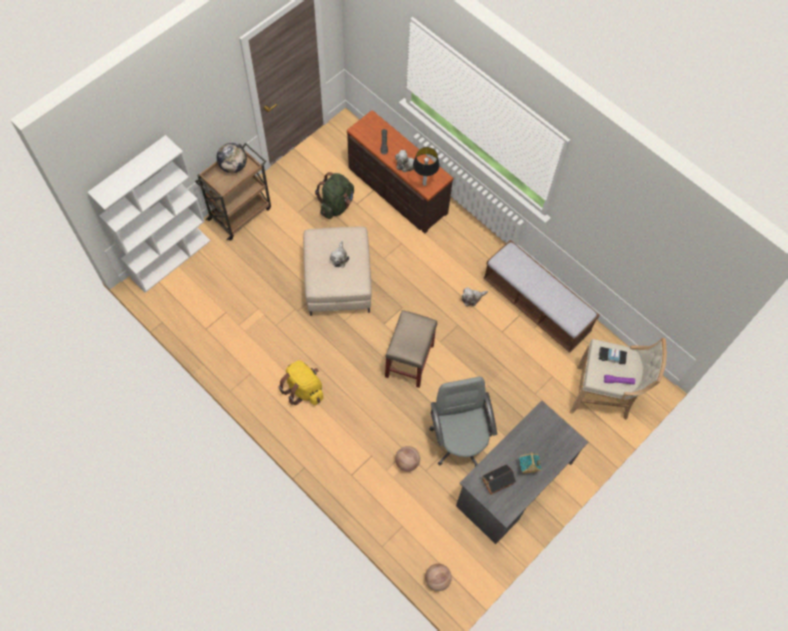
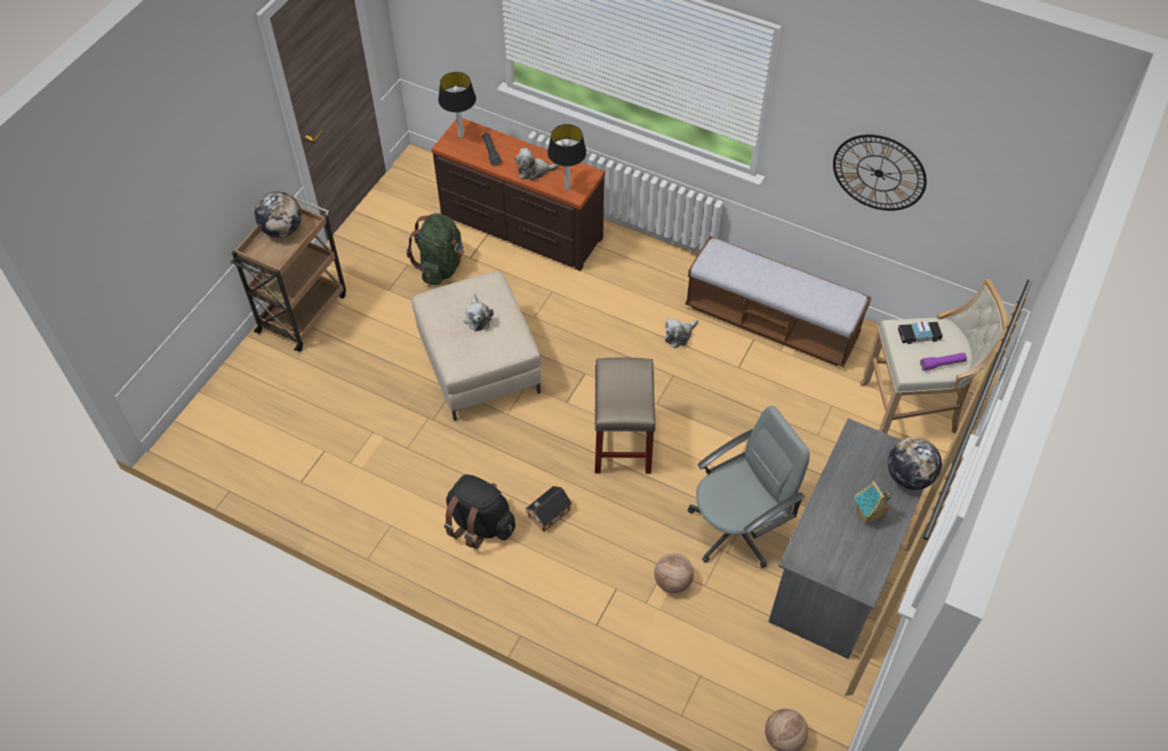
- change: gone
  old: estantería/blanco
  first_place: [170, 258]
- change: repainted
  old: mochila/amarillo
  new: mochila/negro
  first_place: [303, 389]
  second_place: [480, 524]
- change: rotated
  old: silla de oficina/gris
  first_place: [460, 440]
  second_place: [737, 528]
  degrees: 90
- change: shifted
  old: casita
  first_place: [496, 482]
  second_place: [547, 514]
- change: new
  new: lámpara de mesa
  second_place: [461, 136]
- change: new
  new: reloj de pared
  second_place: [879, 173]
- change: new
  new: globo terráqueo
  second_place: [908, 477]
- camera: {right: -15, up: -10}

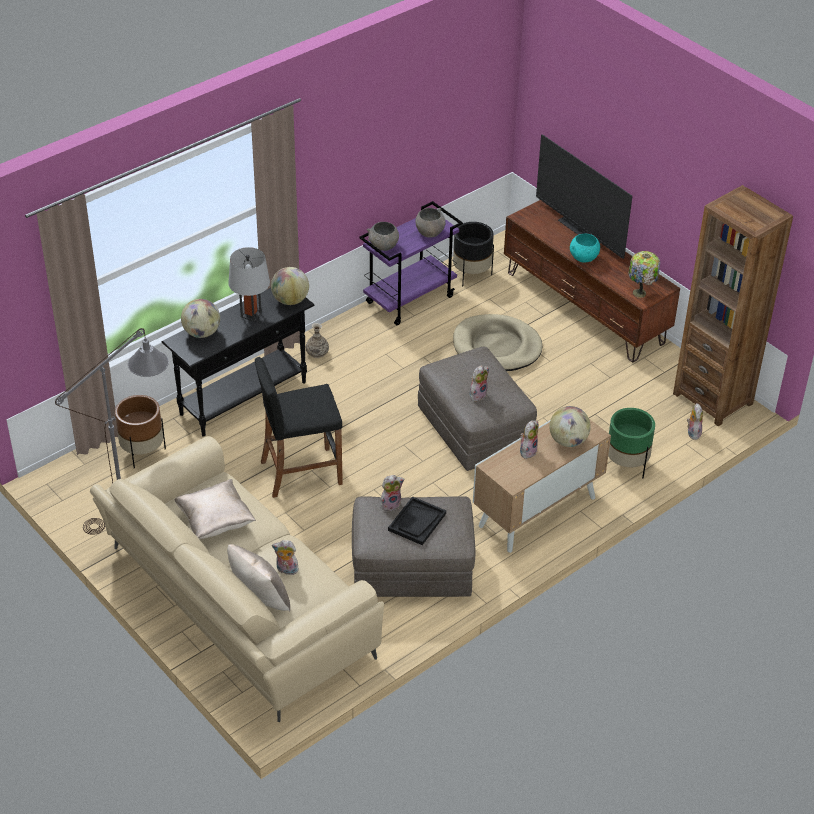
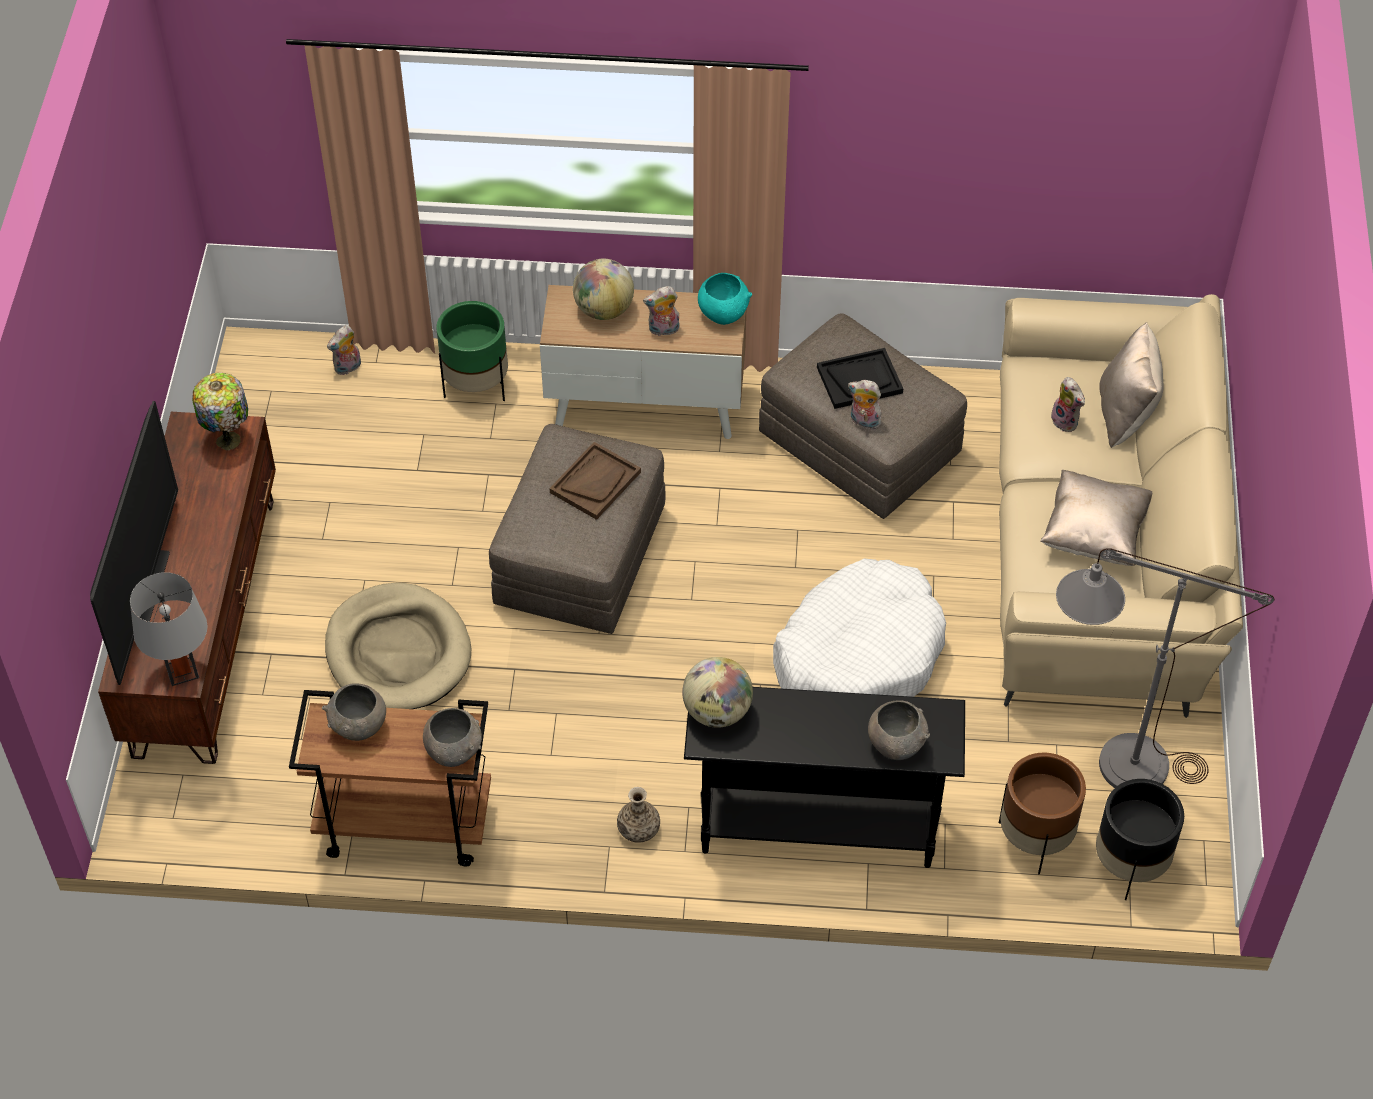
- change: swapped
  old: globo terráqueo
  new: cuenco/gris
  first_place: [202, 333]
  second_place: [896, 744]
- change: shifted
  old: lámpara de mesa/gris
  first_place: [251, 314]
  second_place: [182, 671]
- change: swapped
  old: taburete/negro
  new: cama para perro/blanco
  first_place: [300, 472]
  second_place: [858, 654]
- change: repainted
  old: carrito/morado
  new: carrito/marrón
  first_place: [410, 299]
  second_place: [403, 825]
- change: shifted
  old: maceta/negro
  first_place: [471, 275]
  second_place: [1129, 865]
- change: swapped
  old: peluche
  new: bandeja/marrón
  first_place: [477, 394]
  second_place: [595, 482]
- change: shifted
  old: cuenco/turquesa
  first_place: [584, 258]
  second_place: [723, 314]
- change: gone
  old: estantería/marrón
  first_place: [713, 399]
- camera: {right: -135, up: 10}

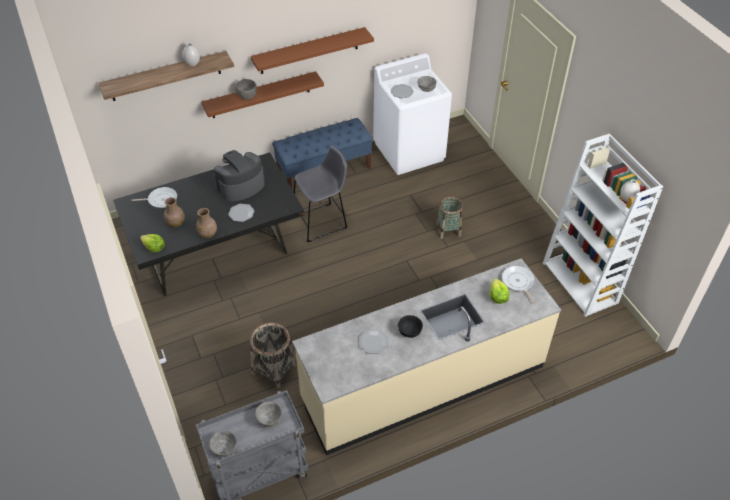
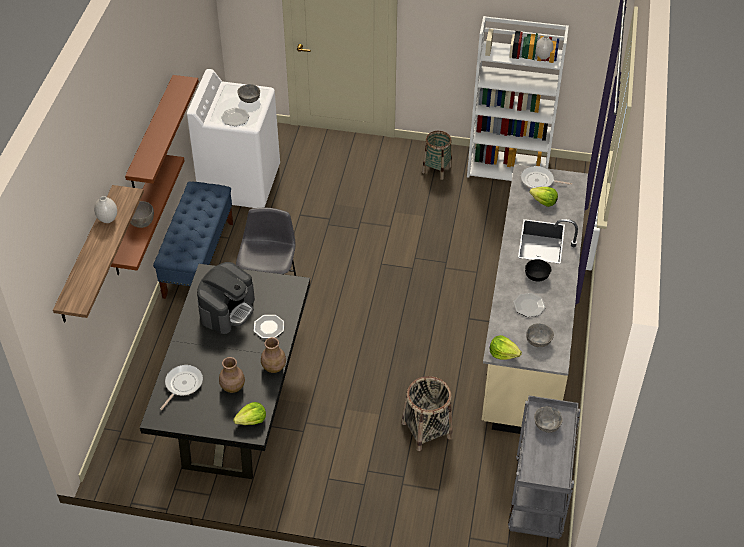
- change: shifted
  old: cuenco/gris
  first_place: [224, 448]
  second_place: [538, 341]
- change: rotated
  old: cafetera
  first_place: [240, 186]
  second_place: [227, 309]
  degrees: -150
- change: shifted
  old: cesta
  first_place: [448, 230]
  second_place: [436, 169]
- change: new
  new: lechuga
  second_place: [503, 353]
- camera: {right: -55, up: 0}

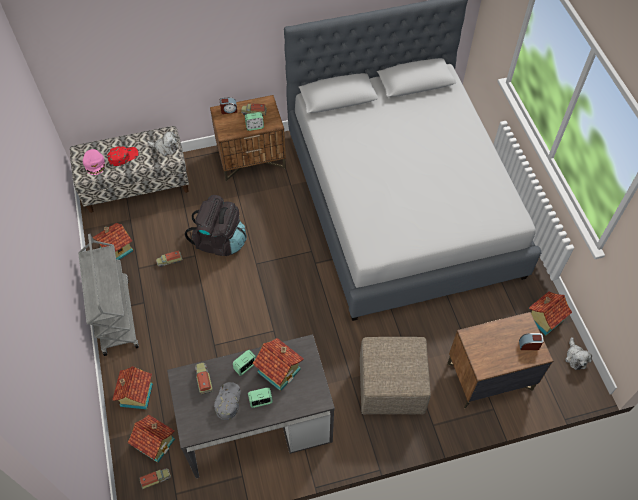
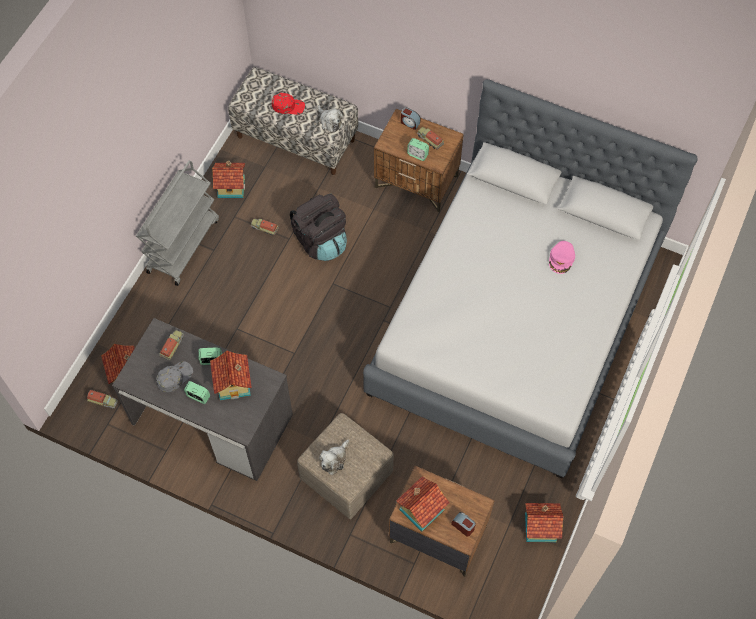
- change: shifted
  old: gorra/rosa
  first_place: [94, 164]
  second_place: [561, 259]
- change: shifted
  old: casita
  first_place: [135, 395]
  second_place: [420, 509]
- change: shifted
  old: peluche
  first_place: [575, 357]
  second_place: [334, 459]
- camera: {right: 40, up: 5}

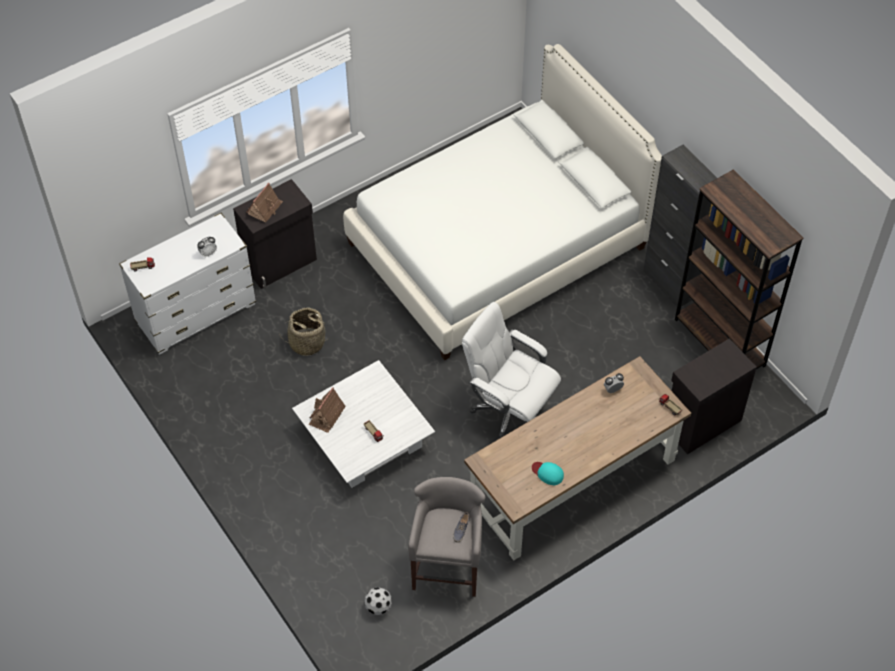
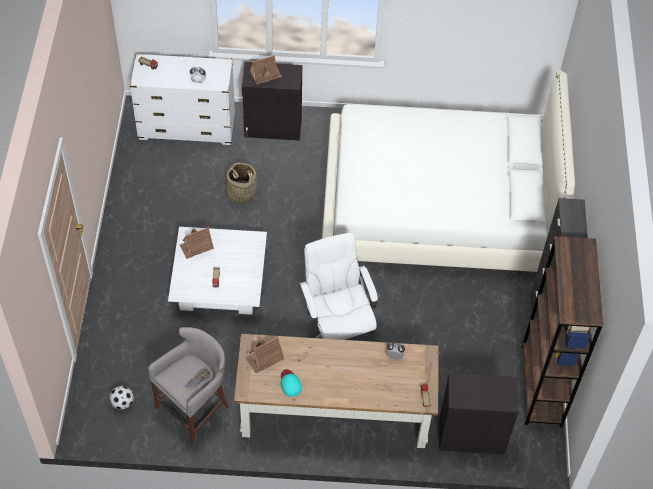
- change: new
  new: casita
  second_place: [264, 358]
- camera: {right: 35, up: 0}

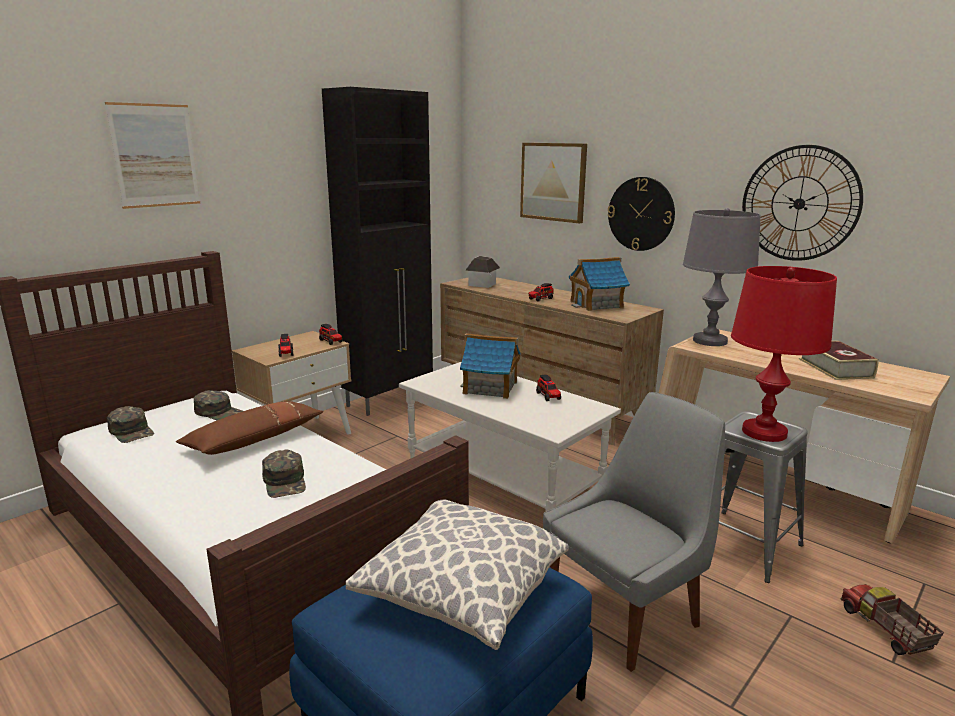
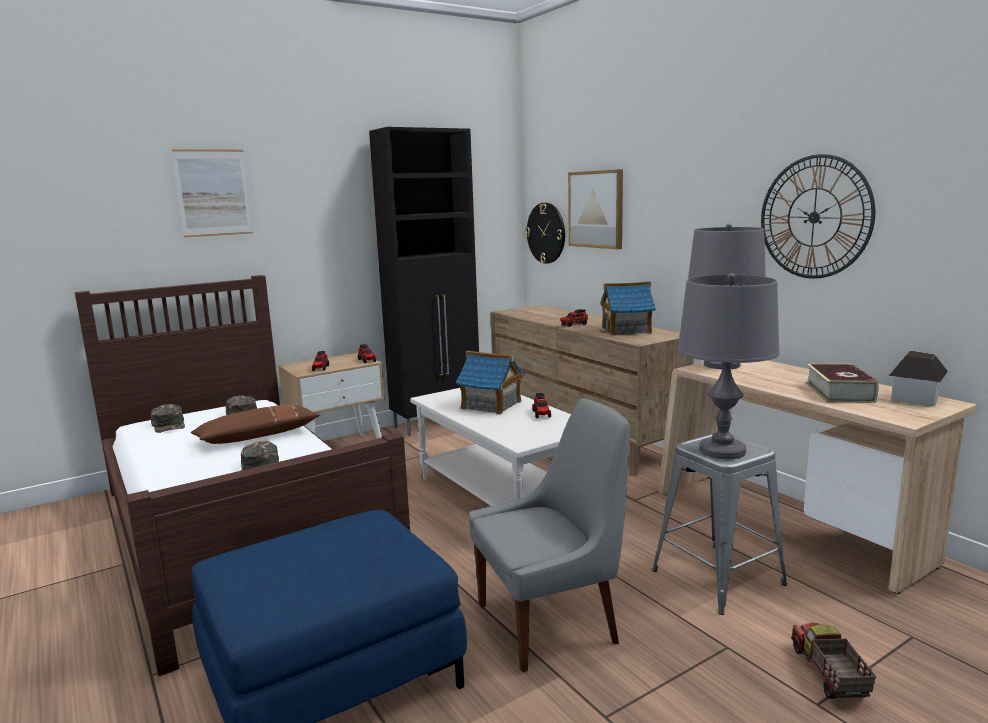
- change: gone
  old: cojín
  first_place: [462, 594]
- change: shifted
  old: casita
  first_place: [482, 284]
  second_place: [915, 399]
- change: shifted
  old: reloj de pared
  first_place: [641, 214]
  second_place: [546, 233]
- change: repainted
  old: lámpara de mesa/rojo
  new: lámpara de mesa/gris
  first_place: [764, 432]
  second_place: [722, 451]
- camera: {right: 15, up: -5}

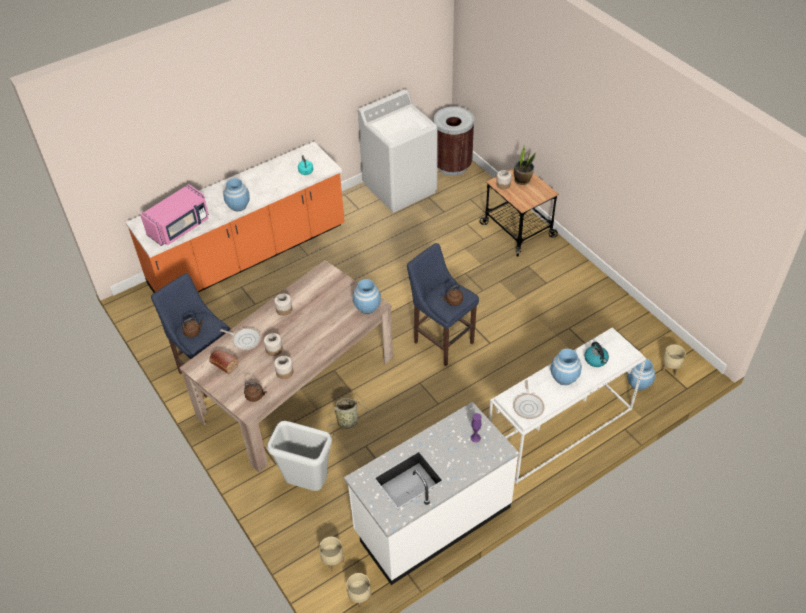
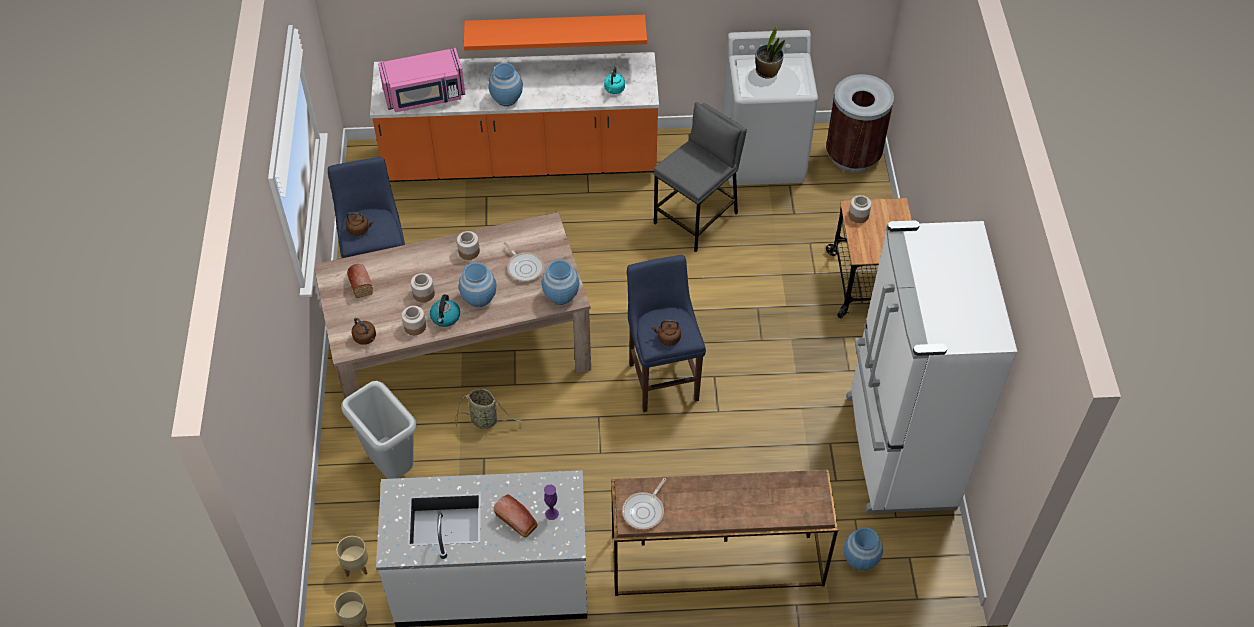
- change: shifted
  old: sartén
  first_place: [245, 340]
  second_place: [524, 267]
- change: repainted
  old: mesa consola/blanco
  new: mesa consola/marrón
  first_place: [560, 430]
  second_place: [715, 562]
- change: shifted
  old: planta en maceta
  first_place: [522, 180]
  second_place: [767, 71]
- change: shifted
  old: florero/azul
  first_place: [564, 377]
  second_place: [479, 297]
- change: shifted
  old: hervidor
  first_place: [596, 360]
  second_place: [445, 317]
- change: gone
  old: maceta/beis
  first_place: [670, 368]
- change: new
  new: estante/naranja
  second_place: [555, 29]
- change: new
  new: pan
  second_place: [517, 521]
- change: new
  new: taburete/gris
  second_place: [697, 218]
- change: new
  new: nevera/blanco
  second_place: [897, 452]
- camera: {right: 30, up: 5}

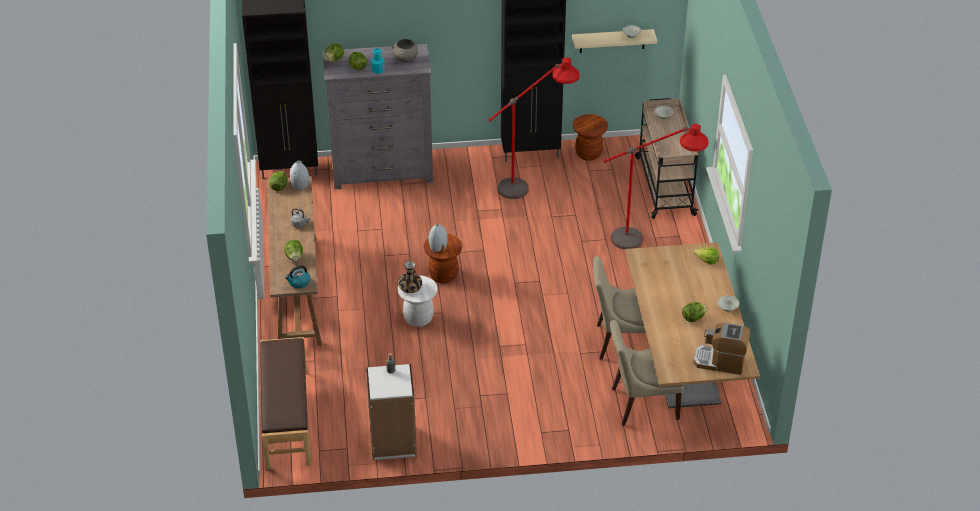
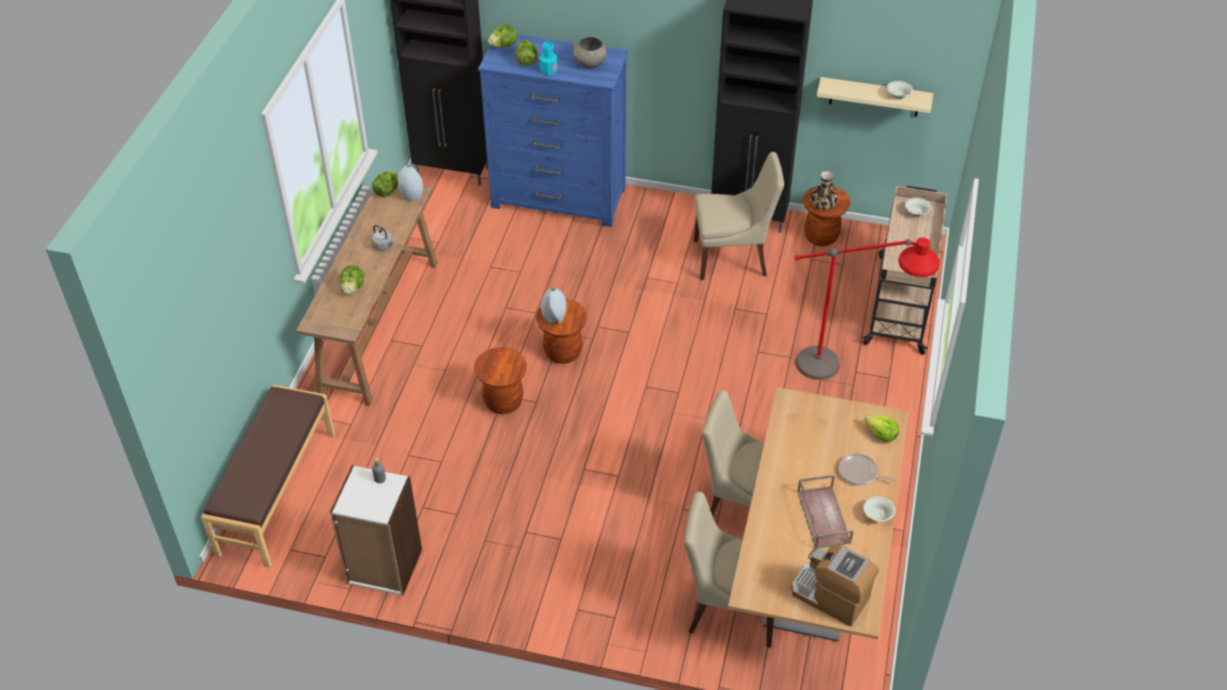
- change: gone
  old: hervidor
  first_place: [298, 282]
- change: repainted
  old: cómoda/gris
  new: cómoda/azul
  first_place: [382, 171]
  second_place: [559, 198]
- change: shifted
  old: florero
  first_place: [410, 287]
  second_place: [823, 203]
- change: repainted
  old: taburete/blanco
  new: taburete/marrón
  first_place: [418, 318]
  second_place: [503, 402]
- change: swapped
  old: lámpara de pie/rojo
  new: silla/beis
  first_place: [533, 183]
  second_place: [733, 258]
- change: swapped
  old: lechuga
  new: bandeja/marrón
  first_place: [693, 318]
  second_place: [822, 516]
- change: new
  new: sartén
  second_place: [860, 473]
- camera: {right: 20, up: 5}

